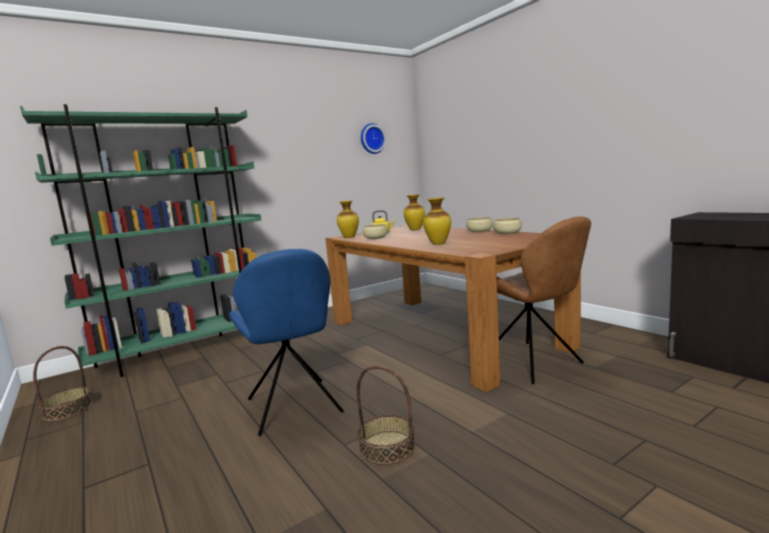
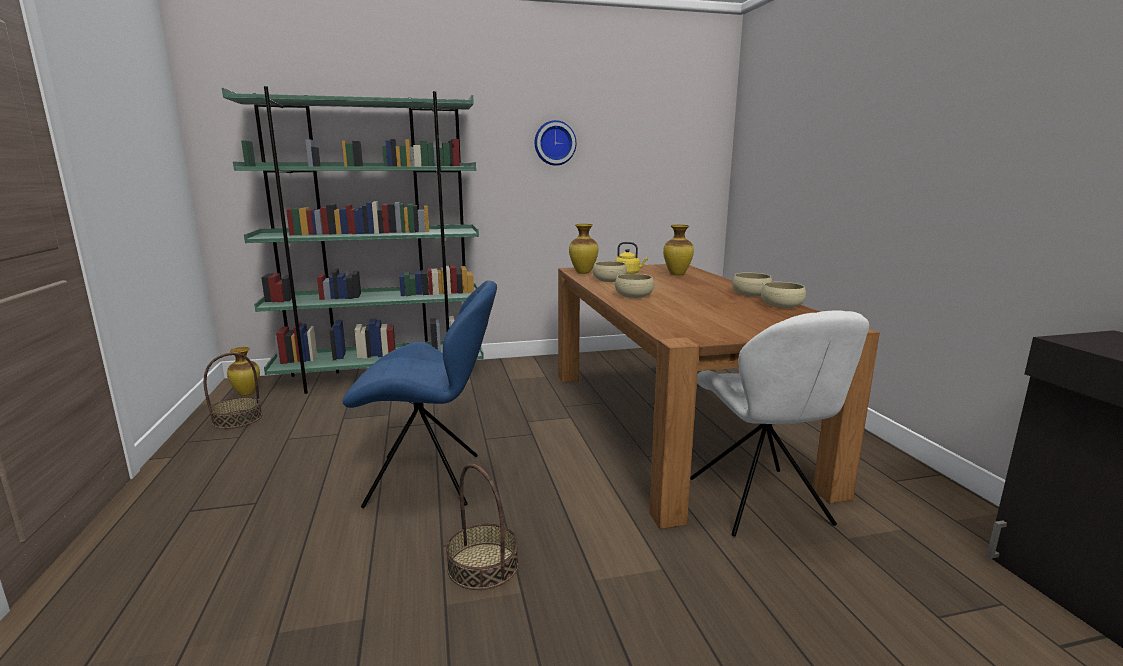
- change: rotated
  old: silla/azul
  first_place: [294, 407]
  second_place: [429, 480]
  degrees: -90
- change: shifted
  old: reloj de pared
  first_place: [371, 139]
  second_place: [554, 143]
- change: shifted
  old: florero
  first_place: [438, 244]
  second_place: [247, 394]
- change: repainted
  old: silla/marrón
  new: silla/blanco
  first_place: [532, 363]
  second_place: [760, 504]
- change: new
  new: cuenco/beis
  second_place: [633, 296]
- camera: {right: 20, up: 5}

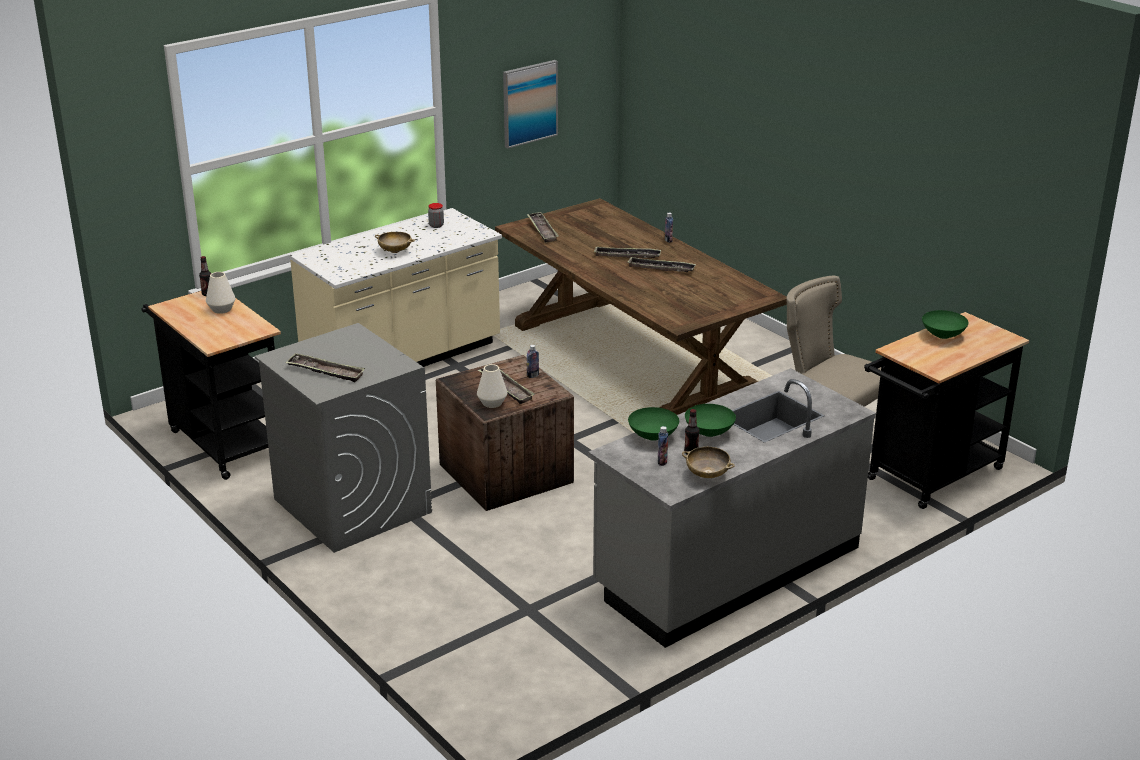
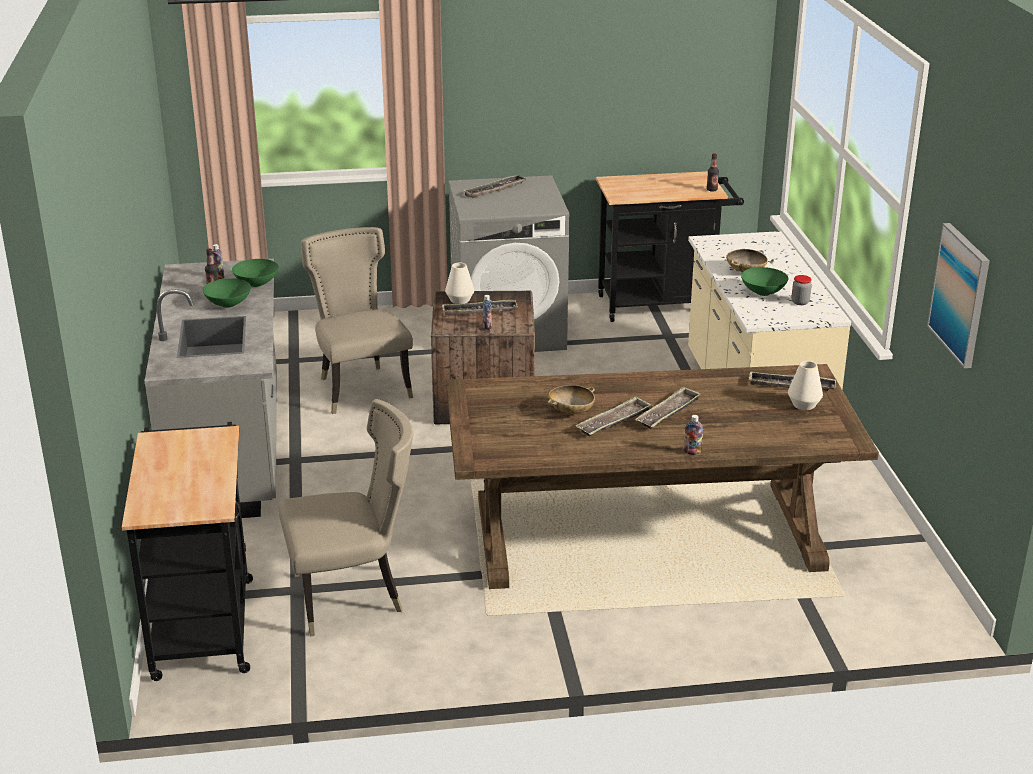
- change: shifted
  old: florero/blanco
  first_place: [221, 309]
  second_place: [804, 404]
- change: shifted
  old: cuenco/beis
  first_place: [707, 474]
  second_place: [571, 411]
- change: shifted
  old: cuenco/verde
  first_place: [942, 335]
  second_place: [763, 292]
- change: new
  new: silla/beis
  second_place: [361, 387]
- camera: {right: 120, up: 0}

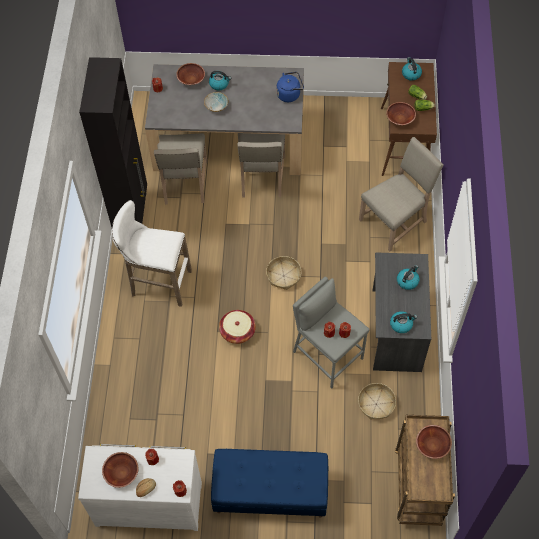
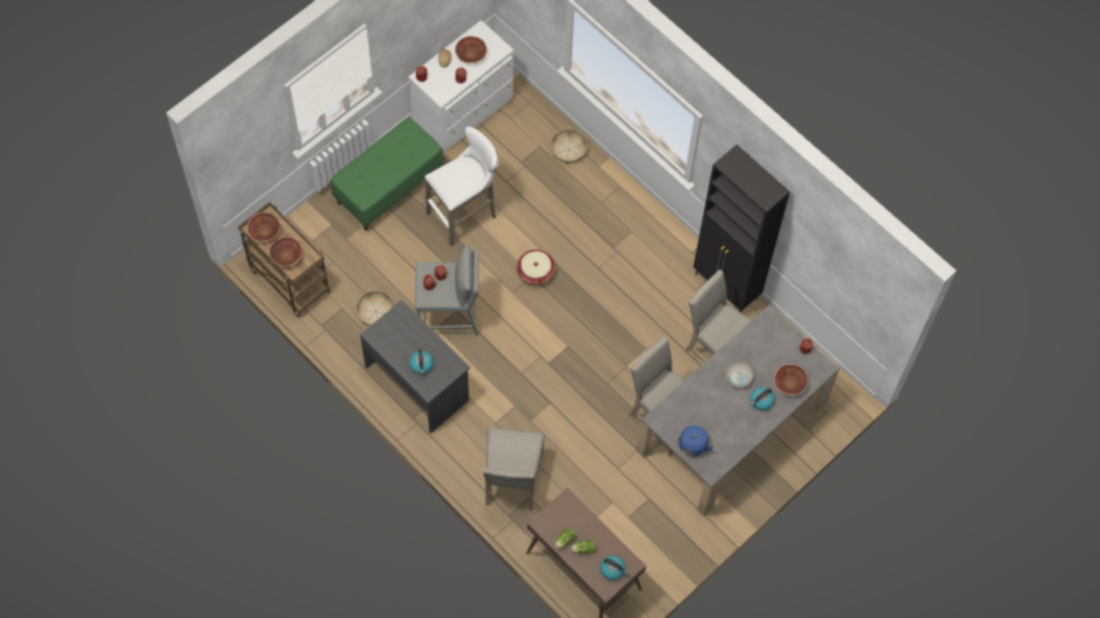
- change: shifted
  old: taburete/blanco
  first_place: [158, 283]
  second_place: [464, 214]
- change: repainted
  old: banco/azul
  new: banco/verde
  first_place: [270, 493]
  second_place: [389, 186]
- change: shifted
  old: cesta
  first_place: [283, 276]
  second_place: [568, 149]
- change: shifted
  old: cuenco/marrón
  first_place: [400, 119]
  second_place: [264, 231]
- change: gone
  old: hervidor
  first_place: [401, 324]
- camera: {right: 130, up: 5}

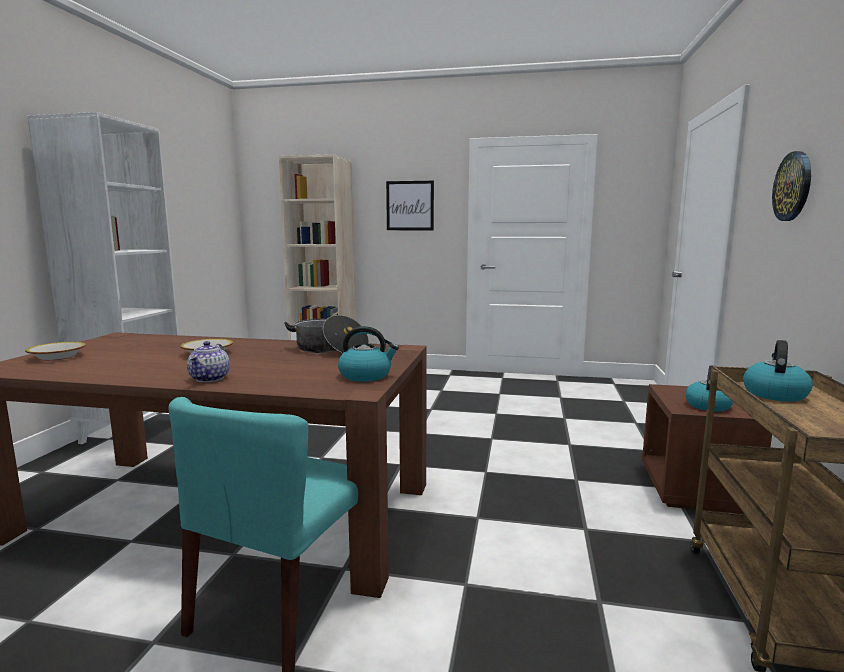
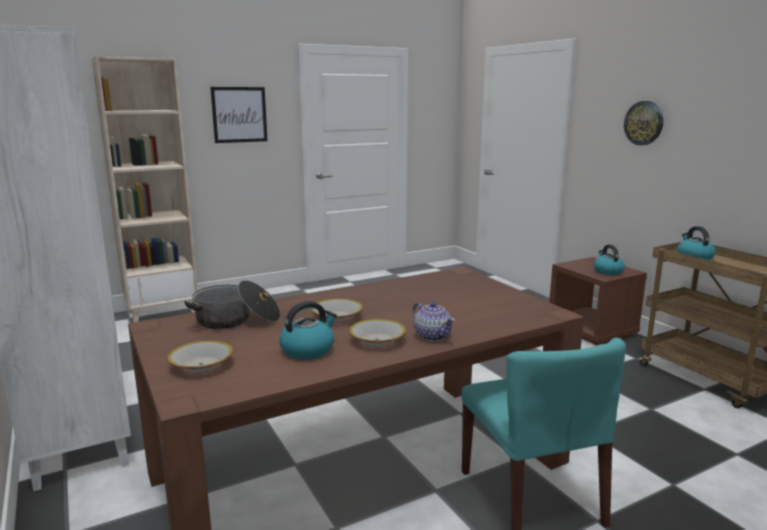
- change: shifted
  old: olla
  first_place: [329, 350]
  second_place: [237, 320]
- change: shifted
  old: hervidor
  first_place: [366, 375]
  second_place: [308, 350]
- change: new
  new: cuenco
  second_place: [377, 340]
- camera: {right: -40, up: 5}

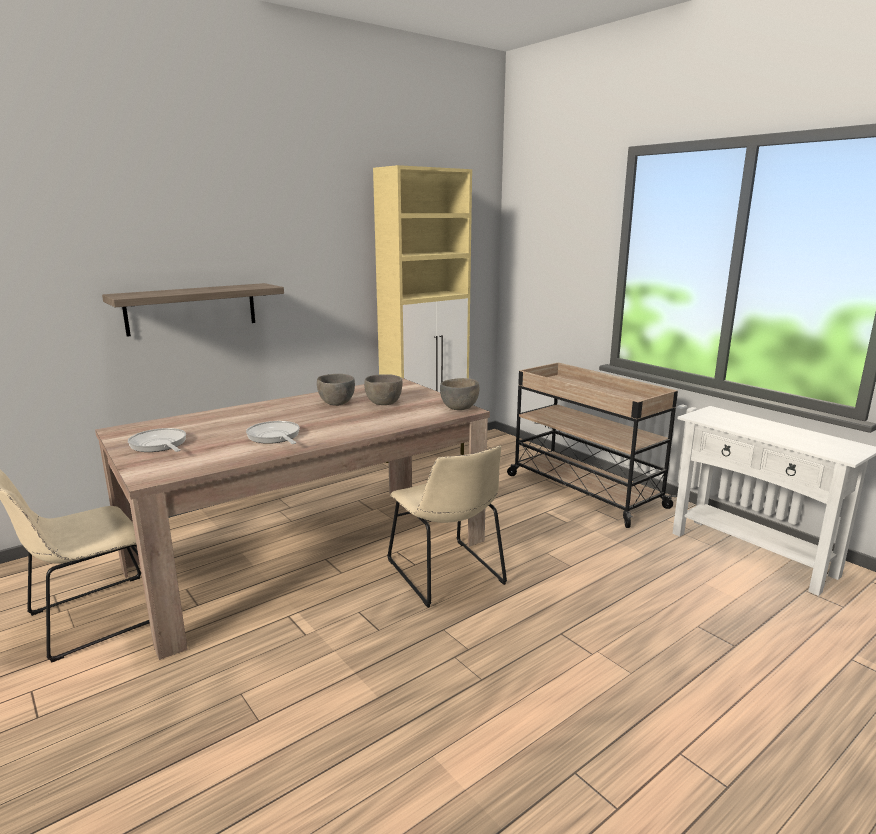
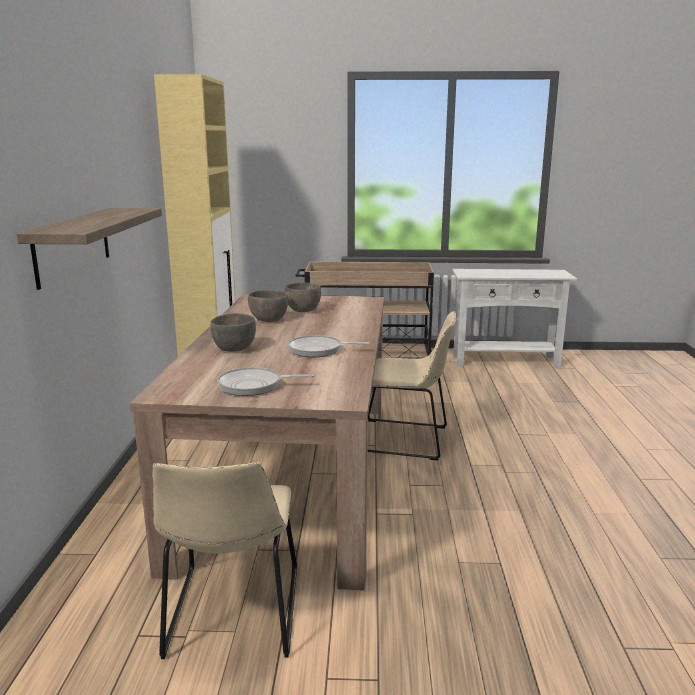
- change: shifted
  old: cuenco/gris
  first_place: [459, 408]
  second_place: [234, 349]
- camera: {right: -50, up: 0}

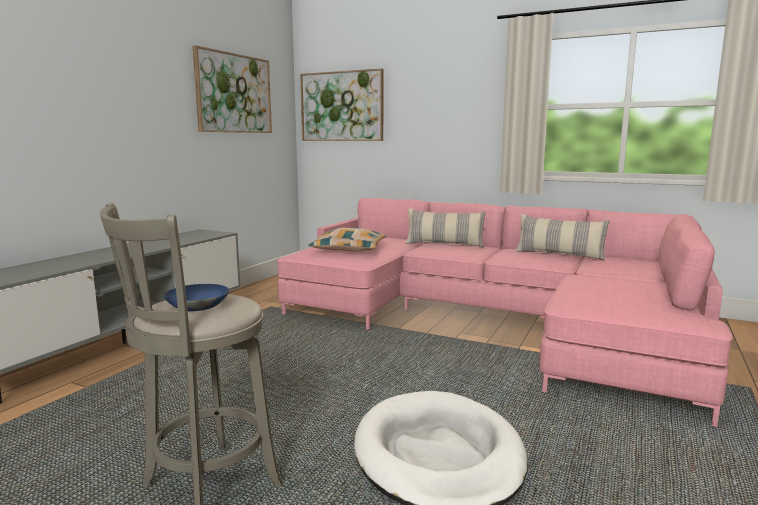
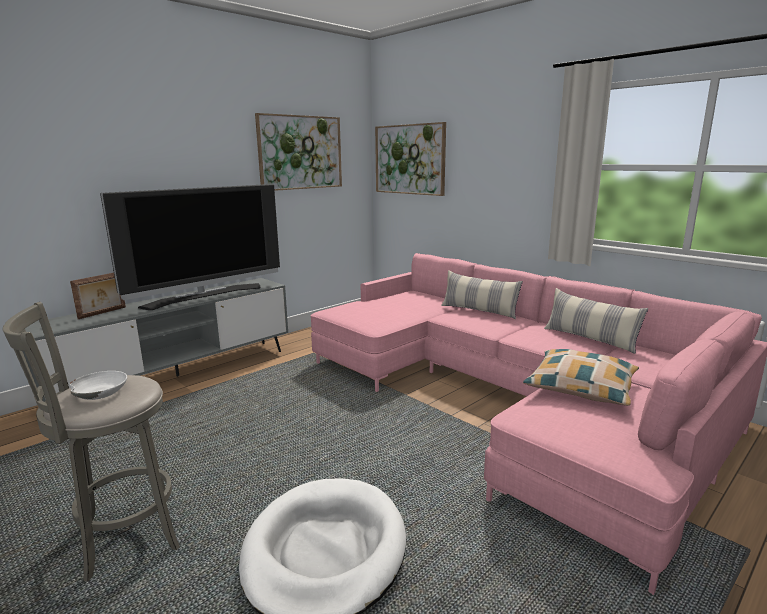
- change: repainted
  old: cuenco/azul
  new: cuenco/blanco
  first_place: [197, 305]
  second_place: [100, 392]
- change: shifted
  old: cojín
  first_place: [349, 249]
  second_place: [581, 387]
- change: new
  new: portarretratos
  second_place: [103, 313]
- change: new
  new: televisor
  second_place: [205, 296]
- camera: {right: 20, up: 5}

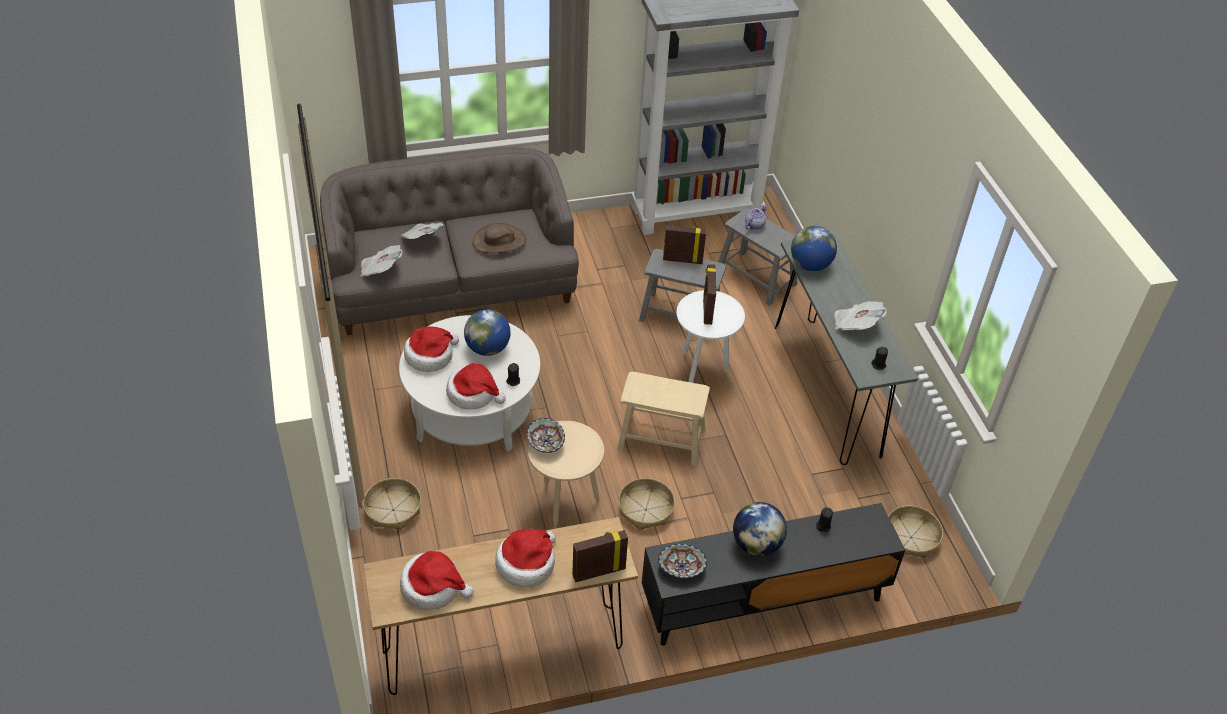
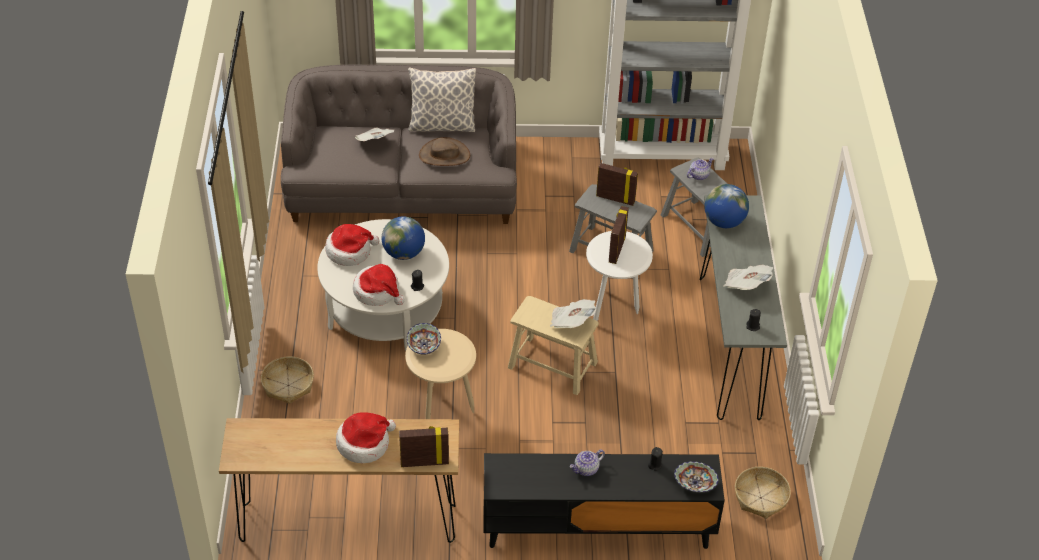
- change: shifted
  old: periódico
  first_place: [381, 269]
  second_place: [571, 322]
- change: gone
  old: sombrero
  first_place: [433, 587]
- change: gone
  old: cesta
  first_place: [645, 509]
- change: shifted
  old: cuenco
  first_place: [681, 568]
  second_place: [695, 483]
- change: swapped
  old: globo terráqueo
  new: tetera
  first_place: [756, 544]
  second_place: [586, 469]
- change: new
  new: cojín
  second_place: [442, 125]
- camera: {right: 15, up: 0}

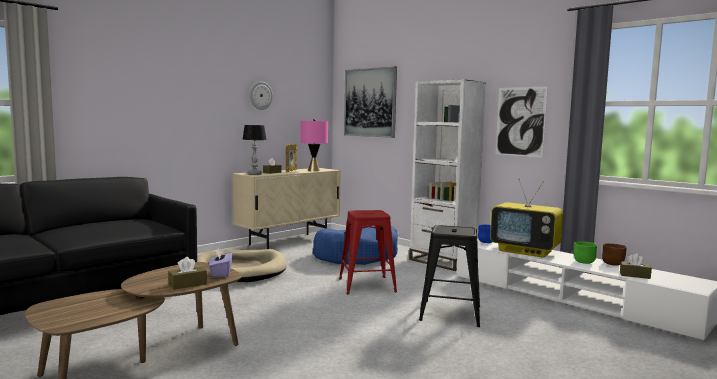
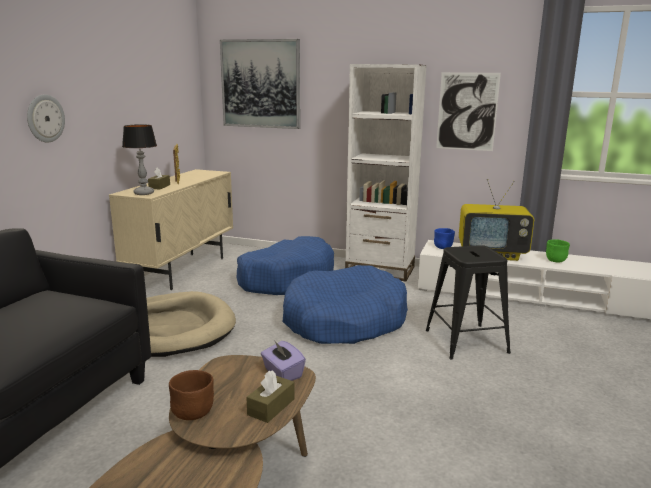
- change: shifted
  old: reloj de pared
  first_place: [260, 95]
  second_place: [45, 118]
- change: gone
  old: lámpara de mesa/rosa
  first_place: [314, 170]
- change: swapped
  old: taburete/rojo
  new: cama para perro/azul
  first_place: [366, 285]
  second_place: [344, 321]
- change: shifted
  old: cuenco/marrón
  first_place: [613, 264]
  second_place: [194, 414]
- change: gone
  old: caja de pañuelos/marrón
  first_place: [634, 275]
- camera: {right: -25, up: 10}

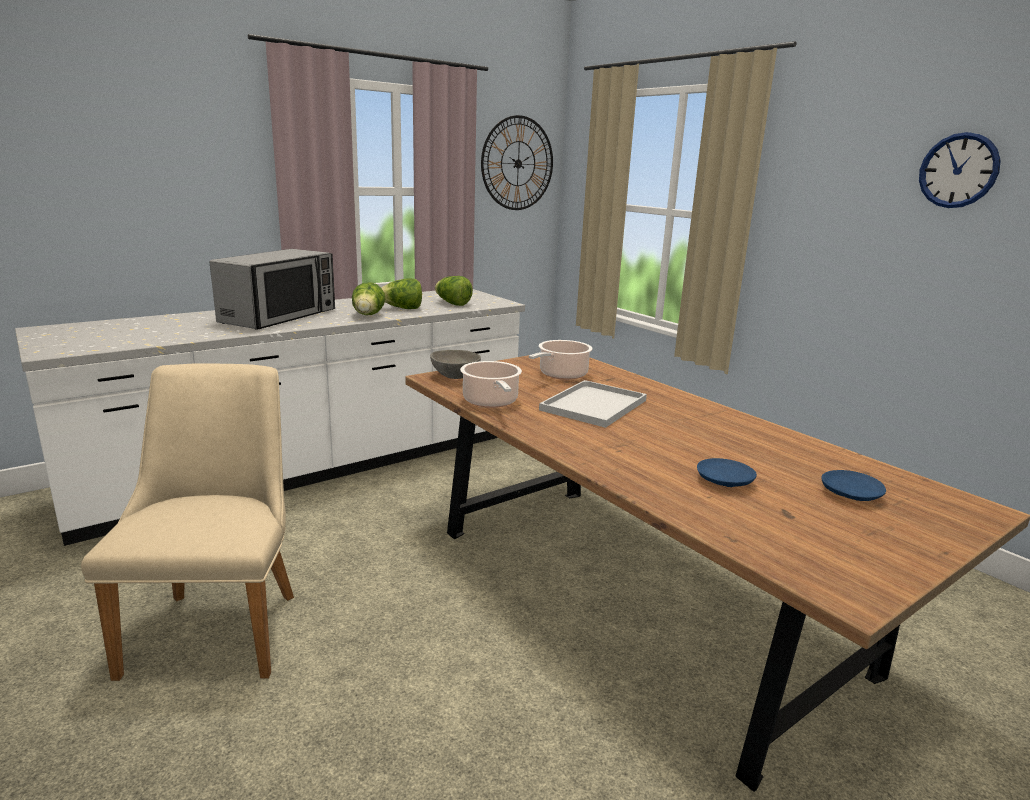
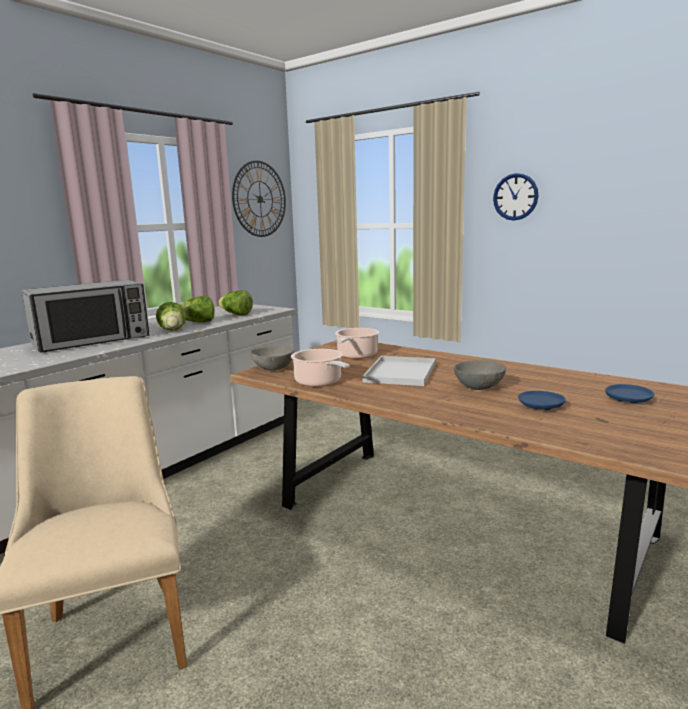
- change: rotated
  old: microondas
  first_place: [280, 316]
  second_place: [92, 341]
  degrees: 45
- change: shifted
  old: reloj de pared
  first_place: [958, 170]
  second_place: [515, 197]
- change: new
  new: cuenco/gris
  second_place: [479, 387]
- camera: {right: -15, up: -5}

